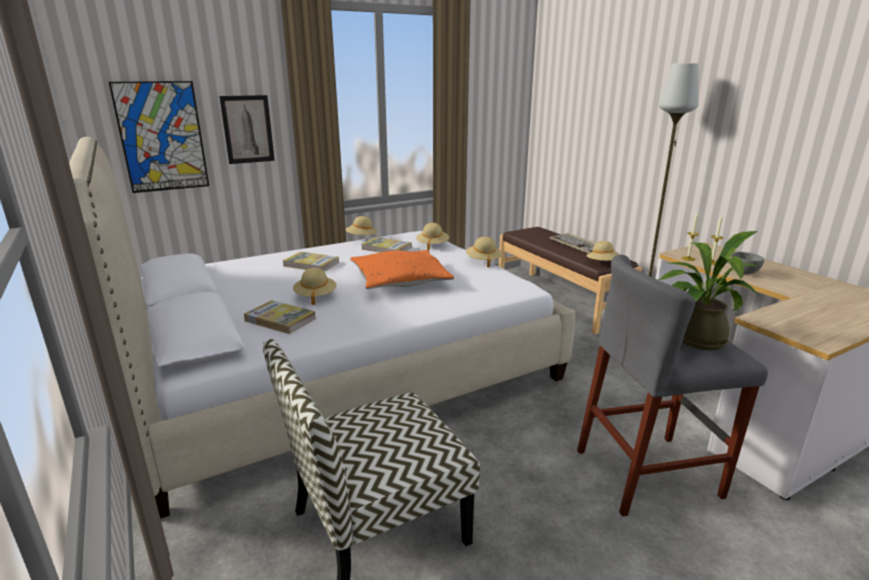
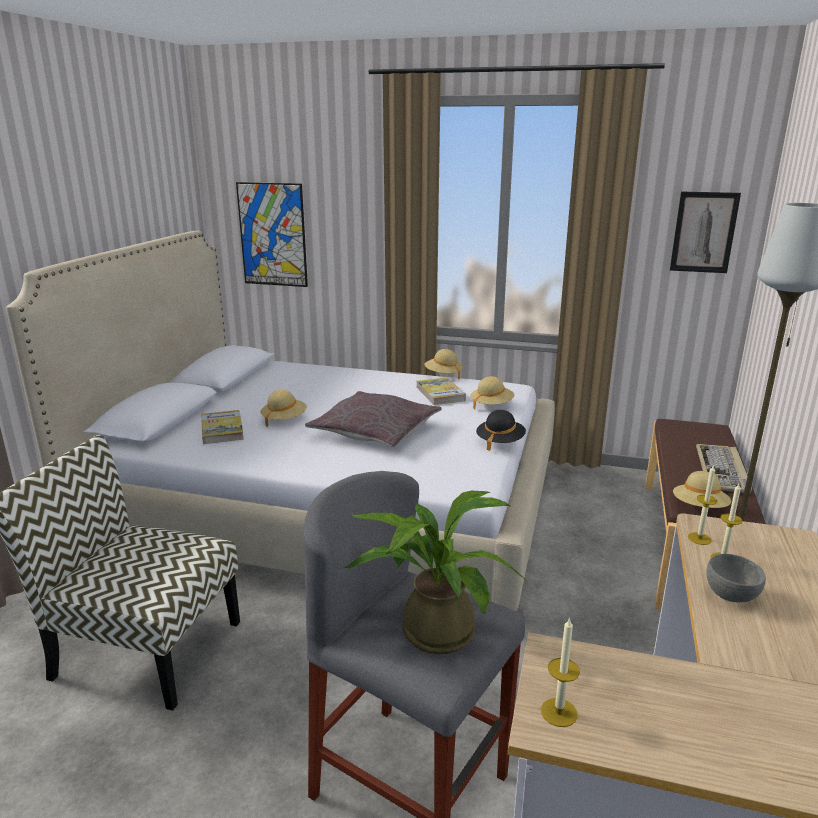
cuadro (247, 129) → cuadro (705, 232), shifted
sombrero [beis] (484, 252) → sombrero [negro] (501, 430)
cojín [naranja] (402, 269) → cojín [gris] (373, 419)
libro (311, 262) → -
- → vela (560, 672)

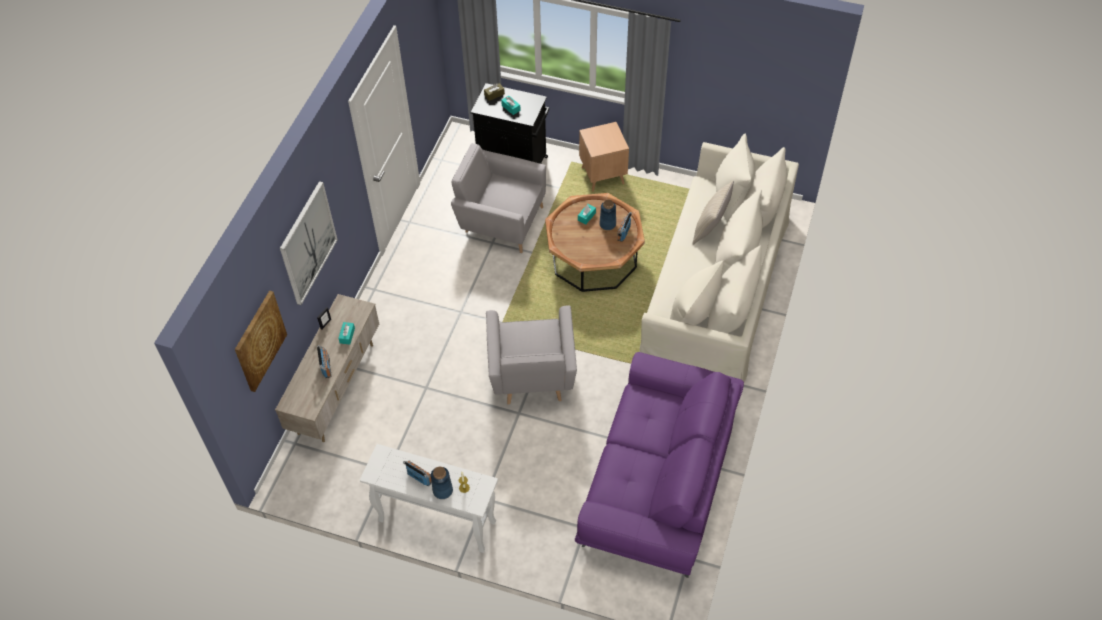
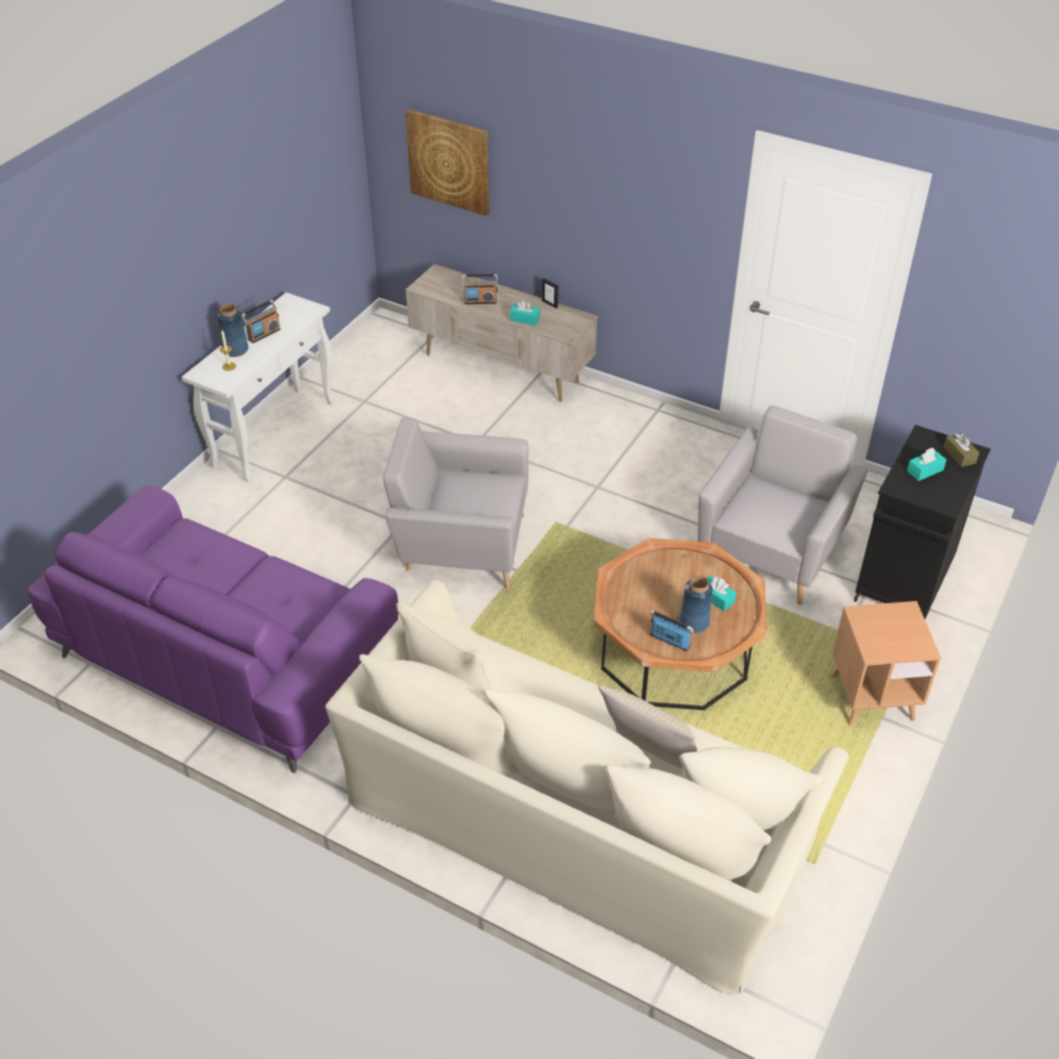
cuadro (309, 243) → -

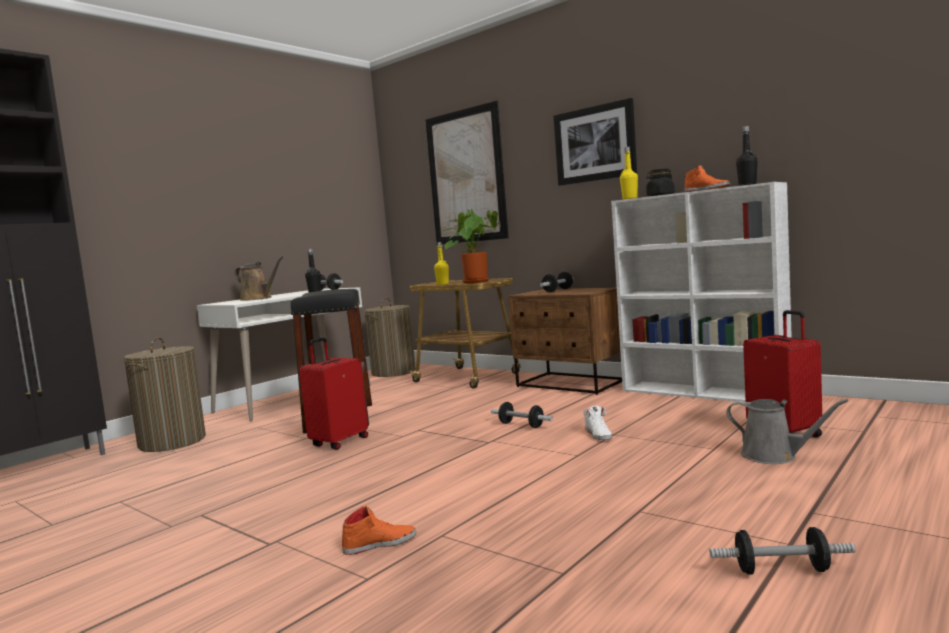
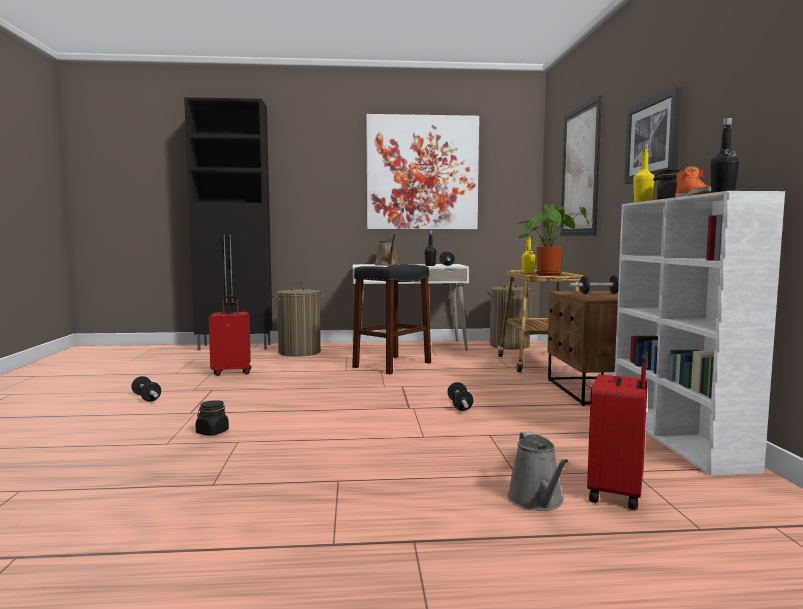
maleta [rojo] (333, 393) → maleta [rojo] (230, 336), shifted
zapato [blanco] (597, 423) → -
zapato [naranja] (379, 530) → tarro [negro] (212, 418)
mancuerna (782, 551) → mancuerna (146, 389), shifted
- → cuadro (422, 171)

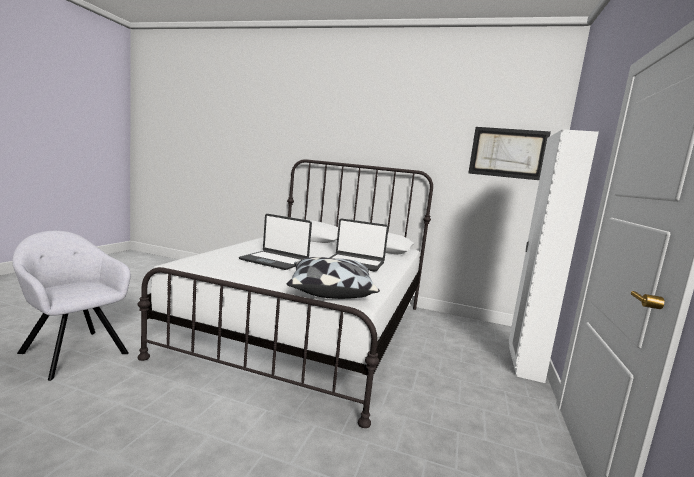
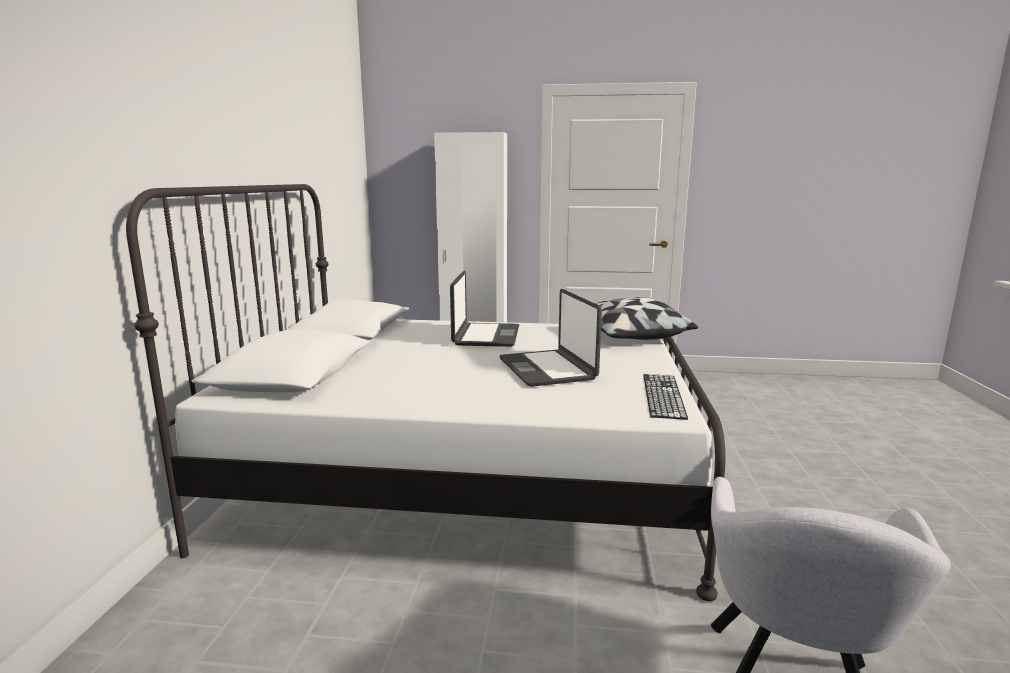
cuadro (509, 153) → -
portátil (275, 242) → portátil (551, 338), 150 degrees clockwise
- → teclado (665, 397)

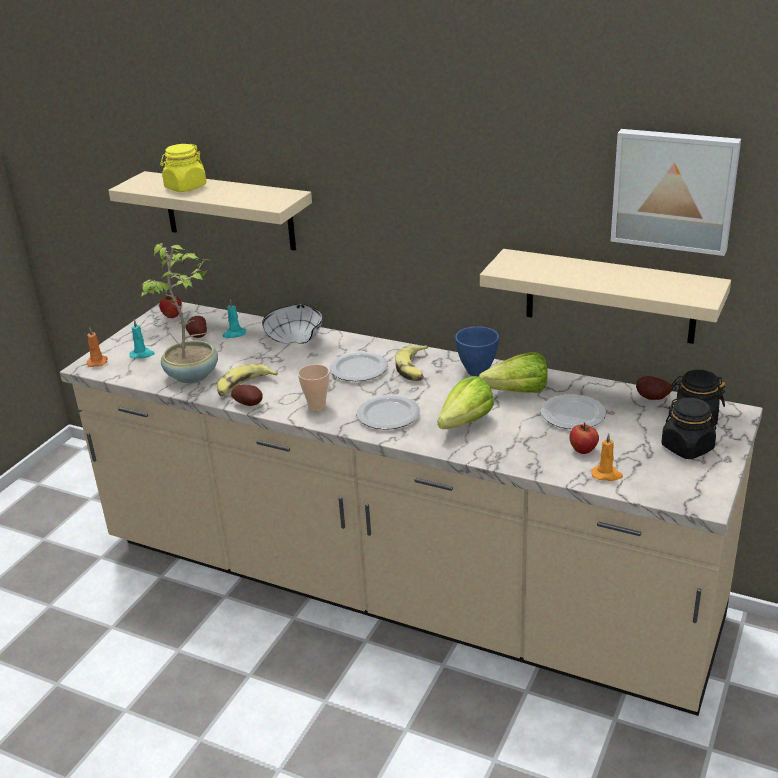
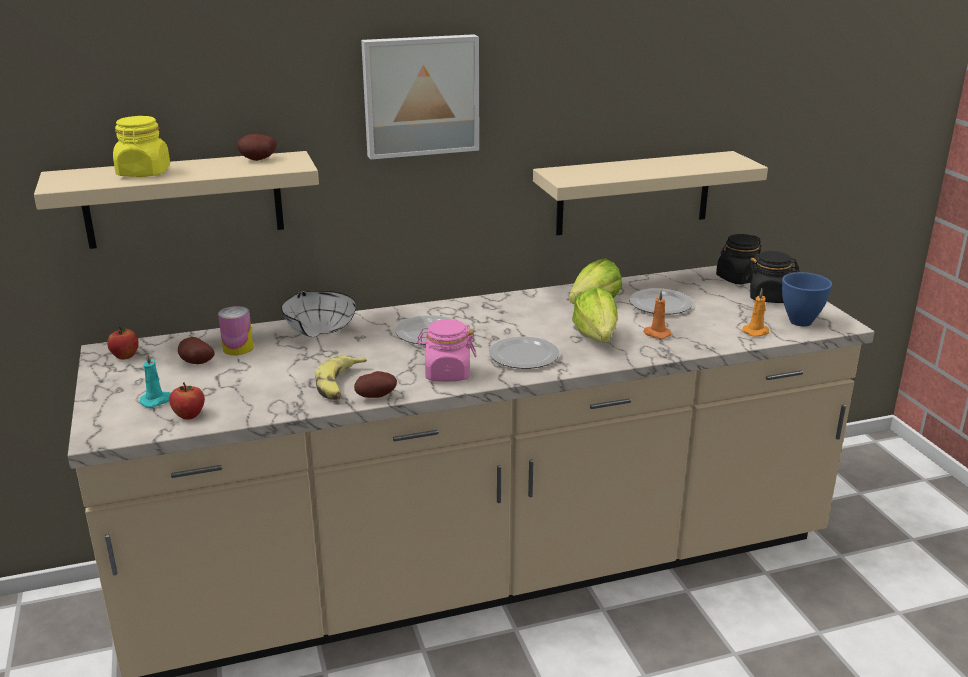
cuadro (676, 192) → cuadro (420, 97), shifted
planta en maceta (178, 313) → -
vela [turquesa] (234, 318) → lata (235, 330)
cuenco [azul] (477, 351) → cuenco [azul] (807, 299), shifted
vela [naranja] (97, 347) → vela [naranja] (657, 315), shifted
plátano (411, 363) → -
taza (314, 387) → tarro [rosa] (446, 350)
patata (654, 388) → patata (257, 147), shifted
manzana (584, 438) → manzana (187, 400), shifted

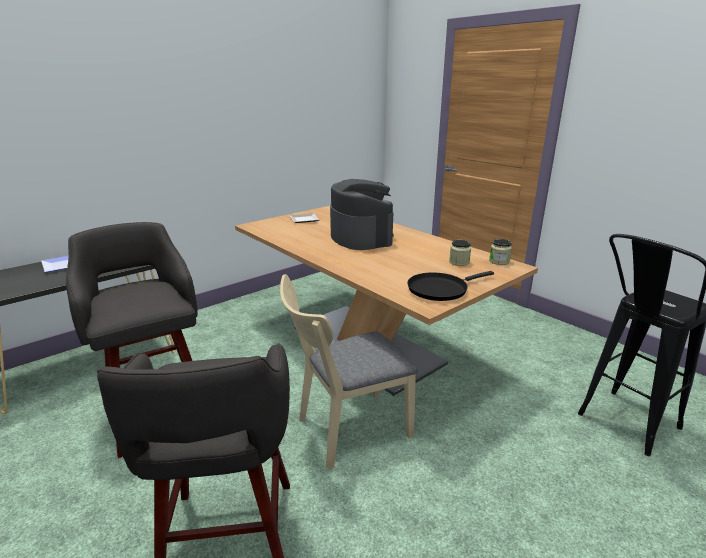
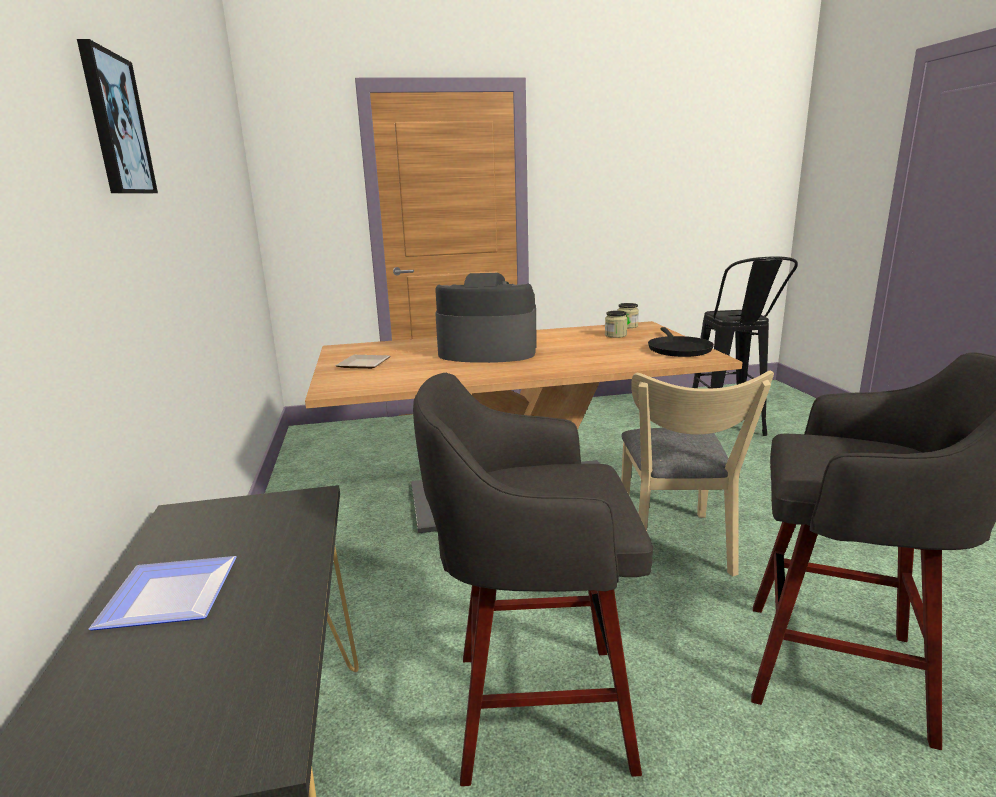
- → cuadro (117, 116)

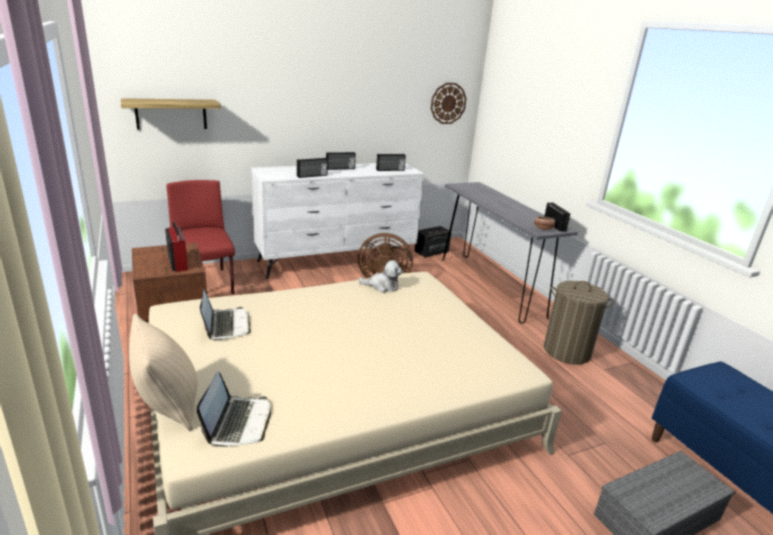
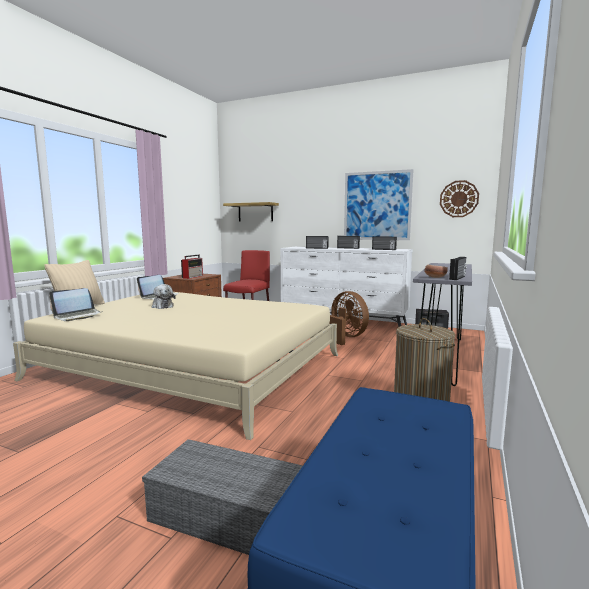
peluche (380, 276) → peluche (163, 296), shifted
- → cuadro (379, 204)

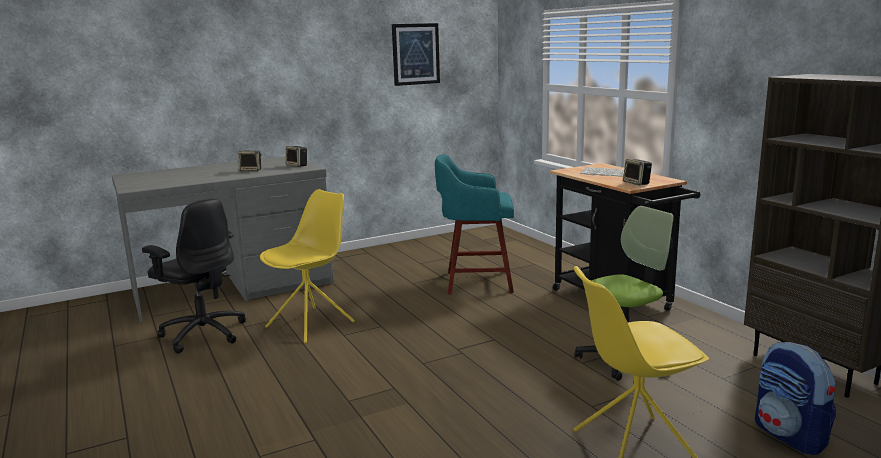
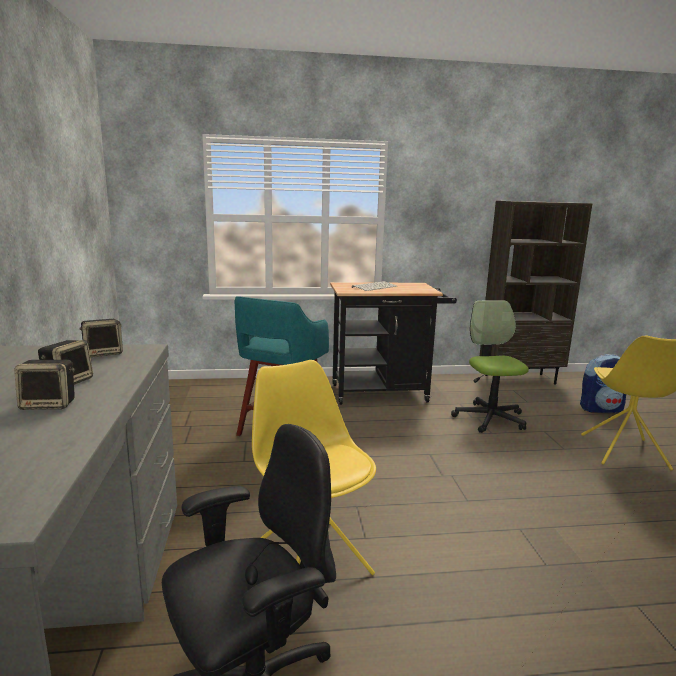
cuadro (416, 54) → -
altavoz (637, 172) → altavoz (44, 385), shifted

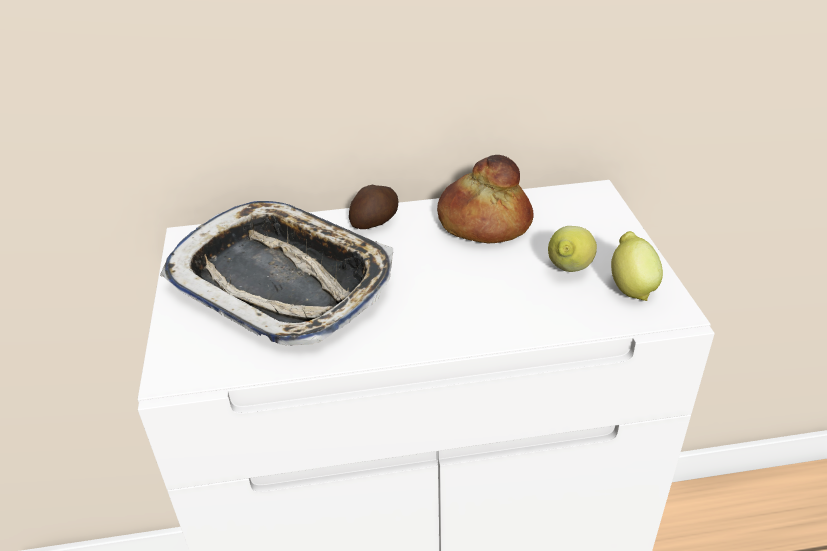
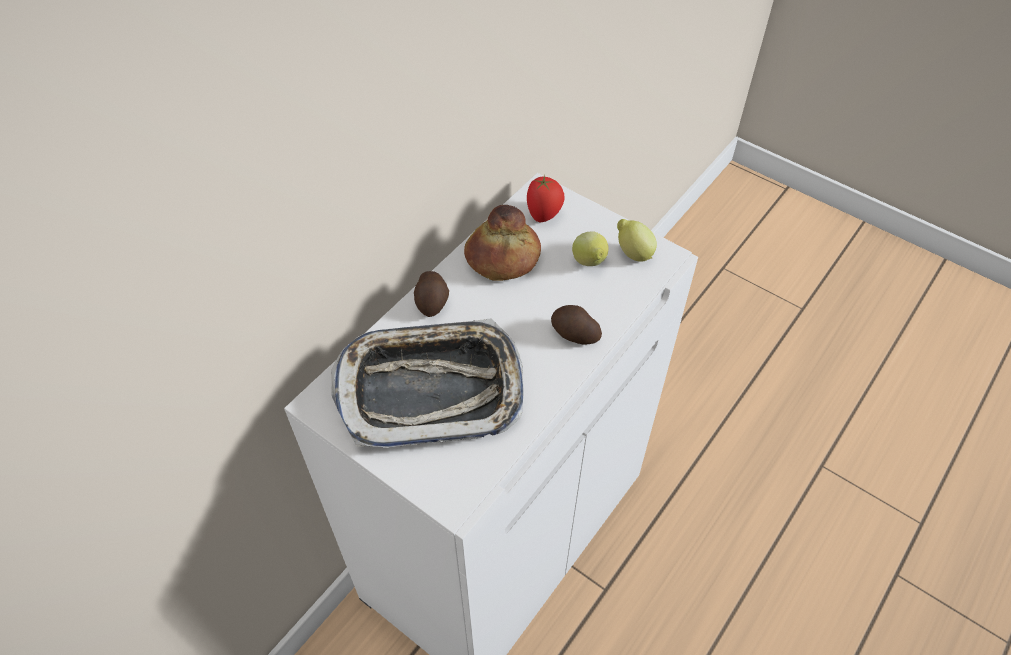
- → tomate (546, 198)
- → patata (576, 324)

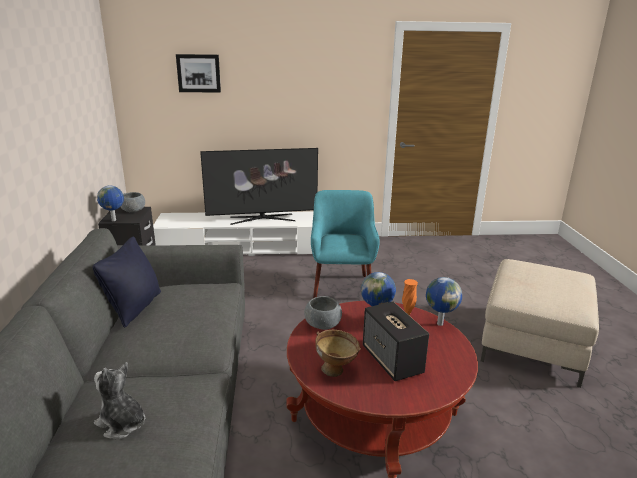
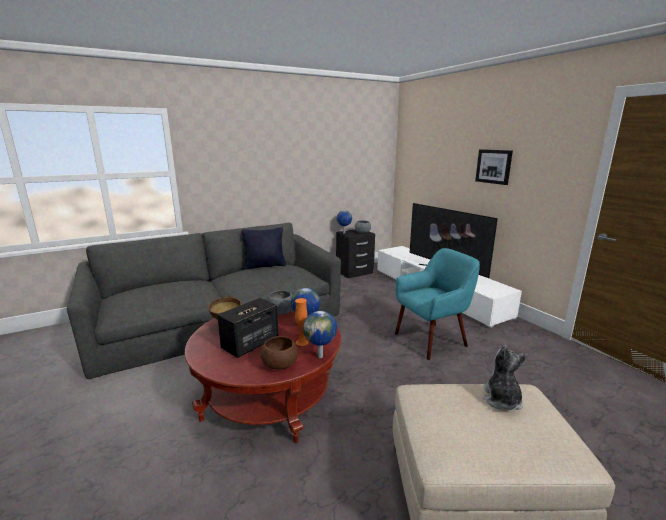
cuadro (198, 73) → cuadro (494, 167), shifted
peluche (119, 400) → peluche (505, 377), shifted
- → cuenco [marrón] (279, 352)

